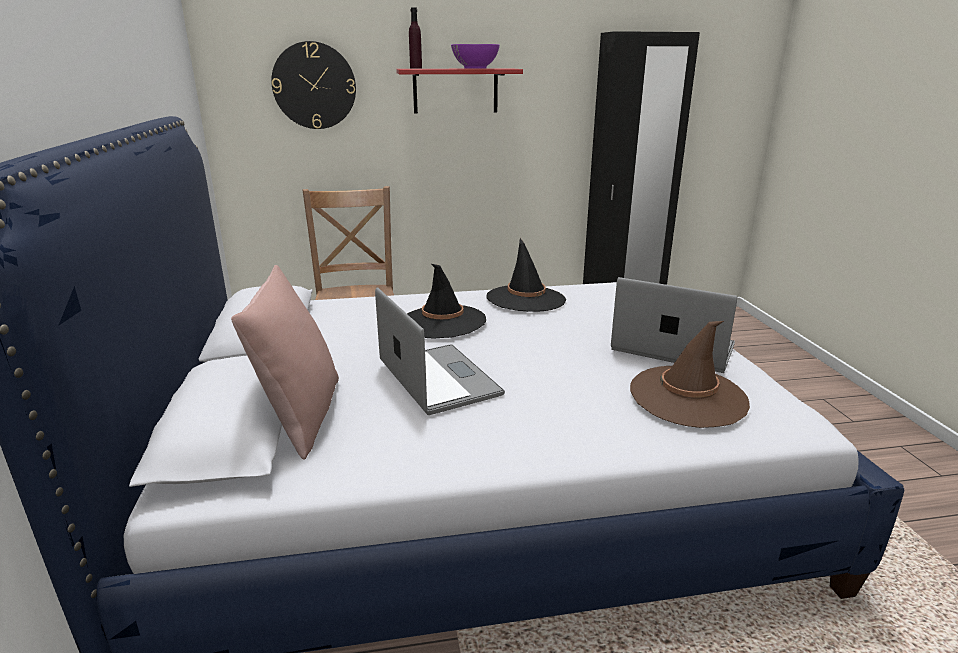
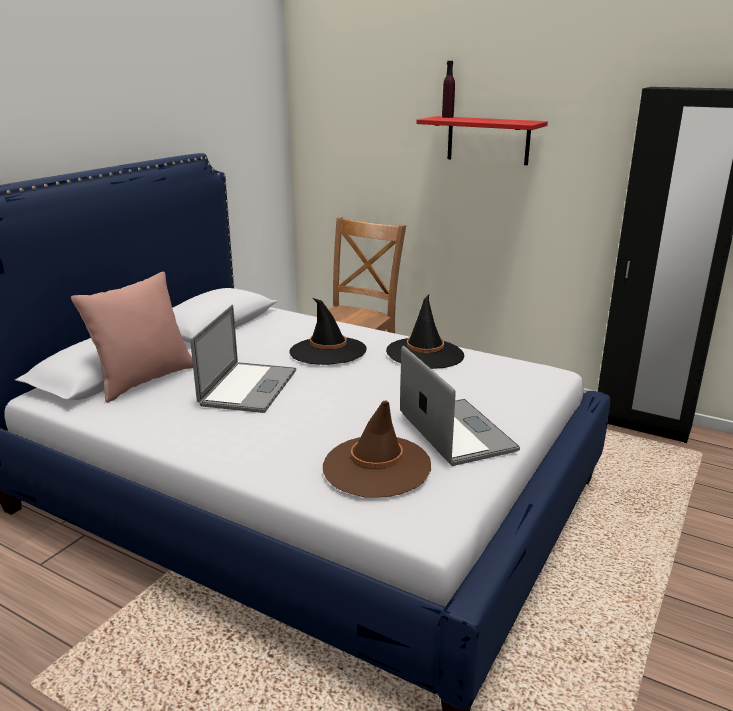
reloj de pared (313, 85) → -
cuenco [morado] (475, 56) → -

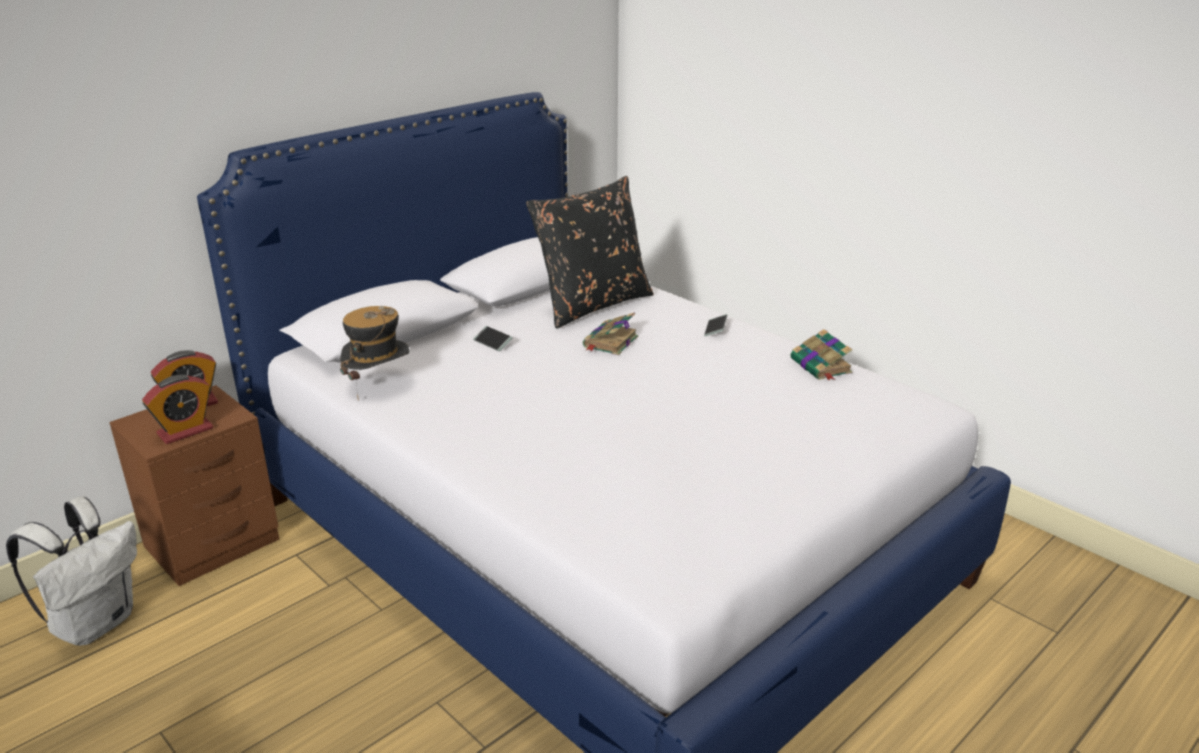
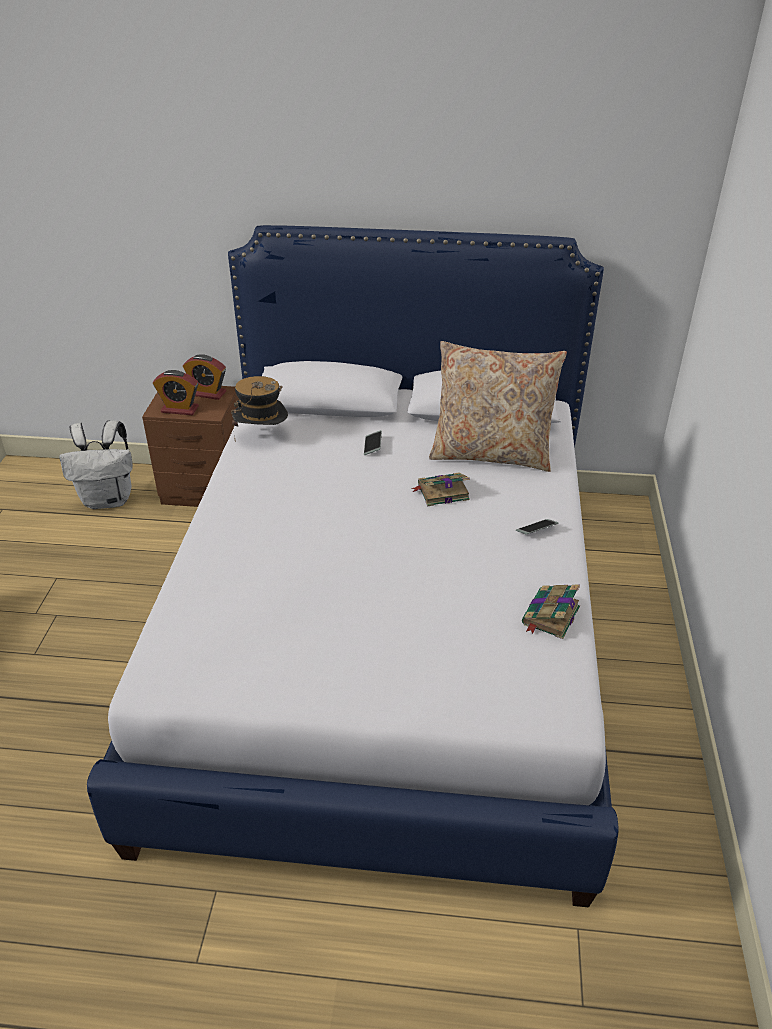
cojín [negro] (590, 252) → cojín [beis] (498, 406)

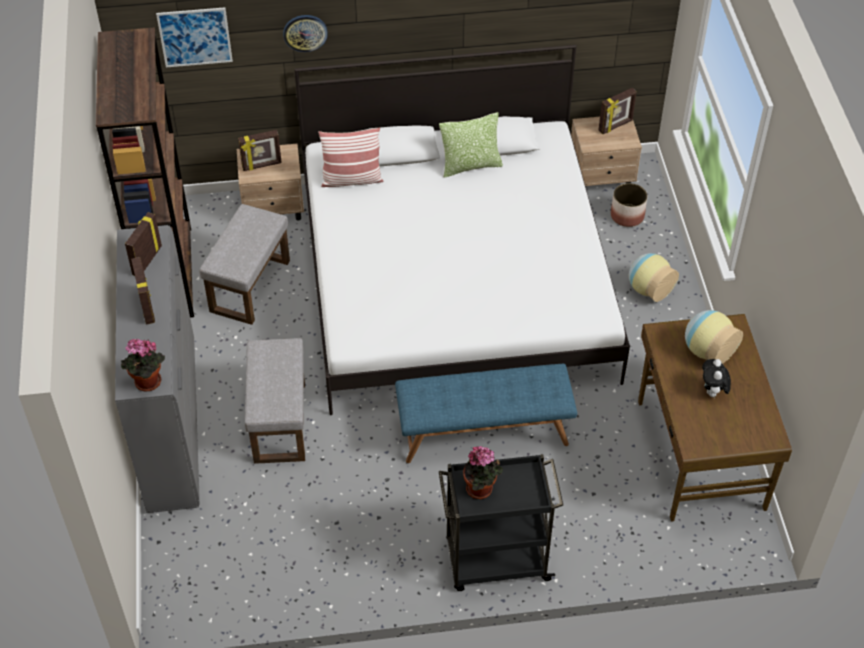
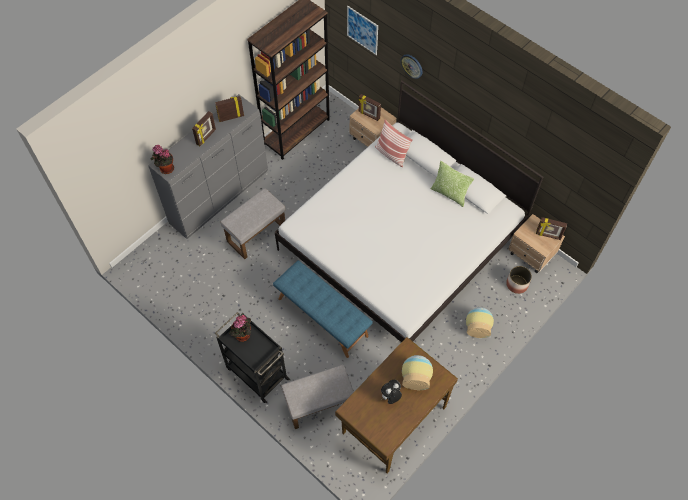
puf [gris] (244, 264) → puf [gris] (317, 397), shifted

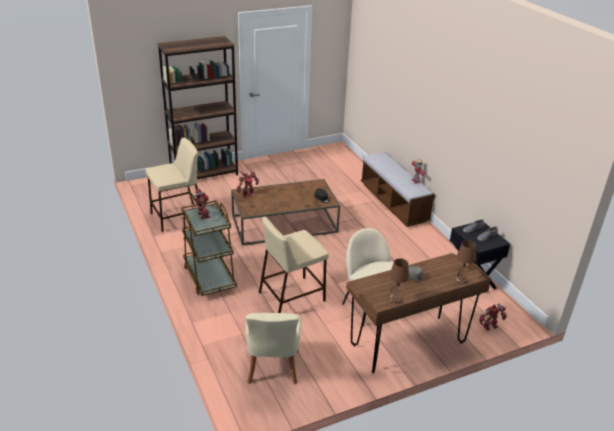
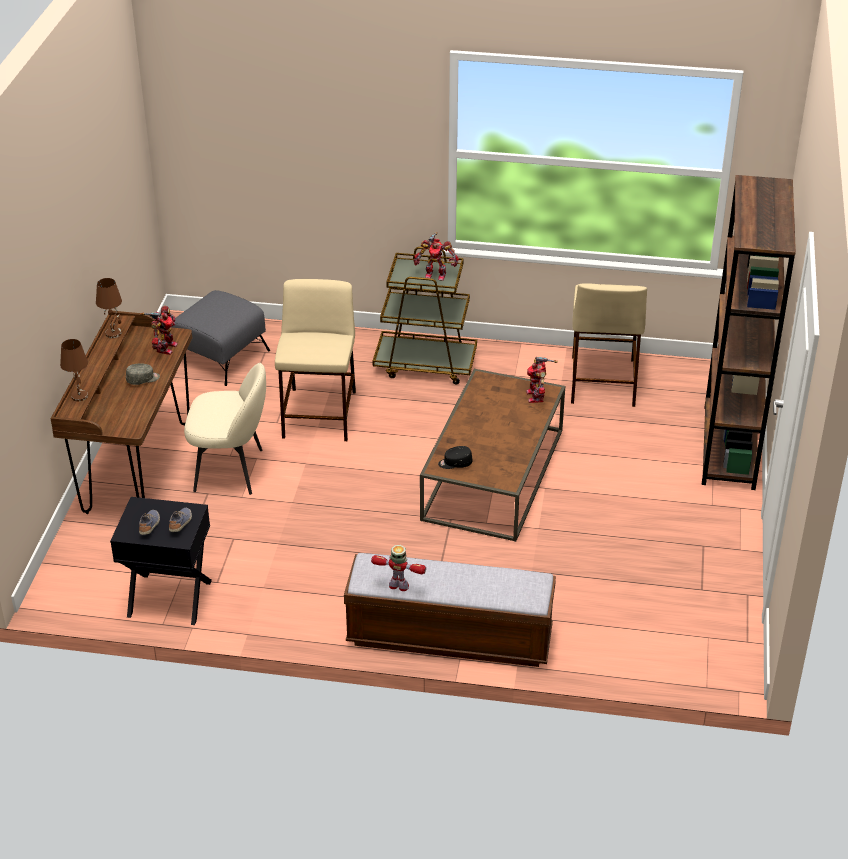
robot de juguete (493, 316) → robot de juguete (159, 330), shifted
silla [beis] (273, 348) → puf [gris] (221, 338)

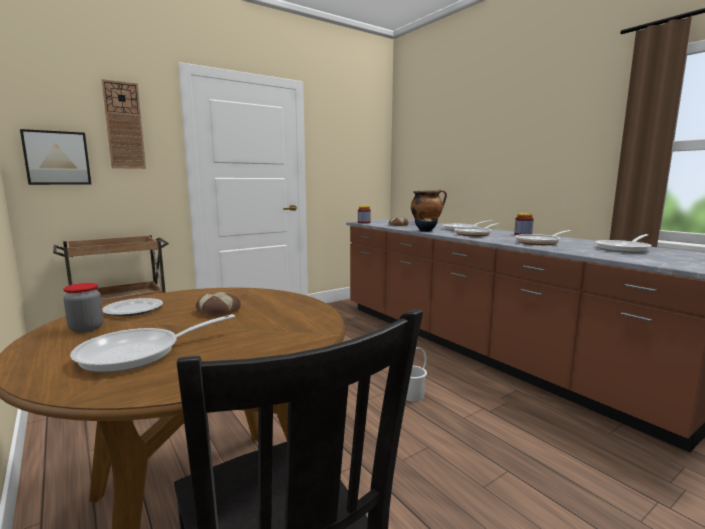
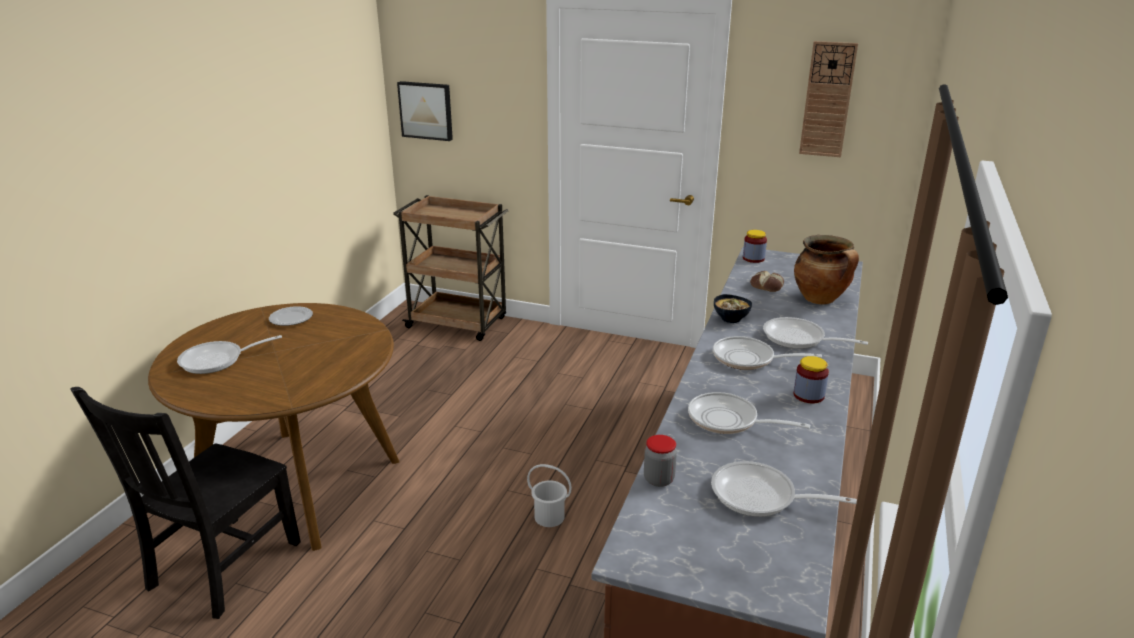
reloj de pared (124, 124) → reloj de pared (828, 99), shifted
tarro (83, 308) → tarro (660, 461), shifted
pan (218, 304) → -
sartén (152, 343) → sartén (229, 354), 45 degrees counterclockwise

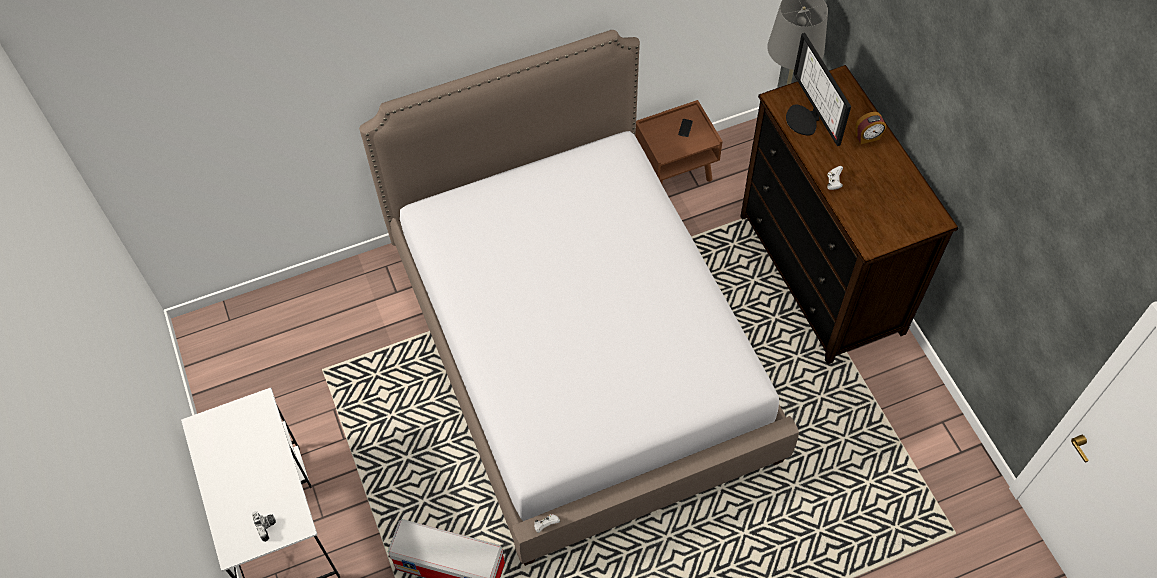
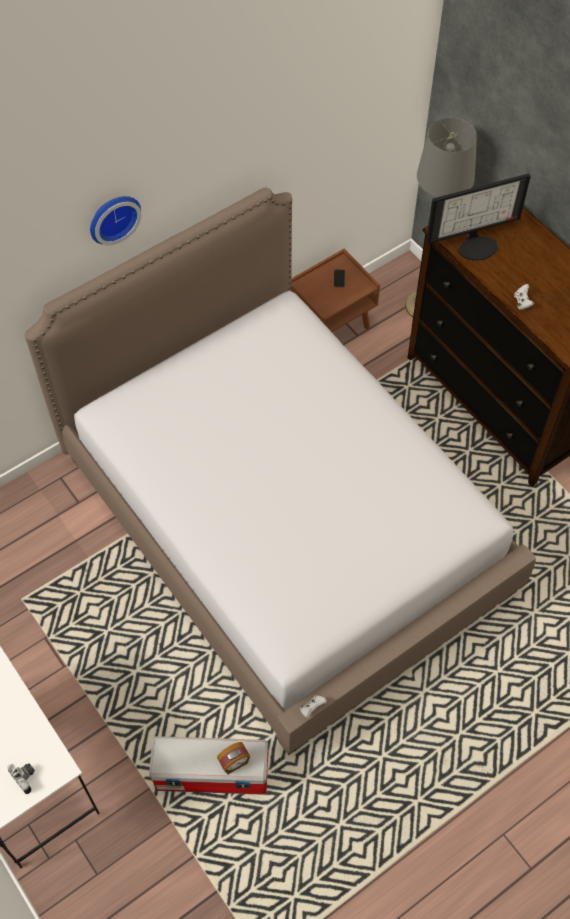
monitor (818, 89) → monitor (478, 217), 75 degrees counterclockwise
despertador (870, 128) → despertador (233, 758), shifted
- → reloj de pared (115, 220)

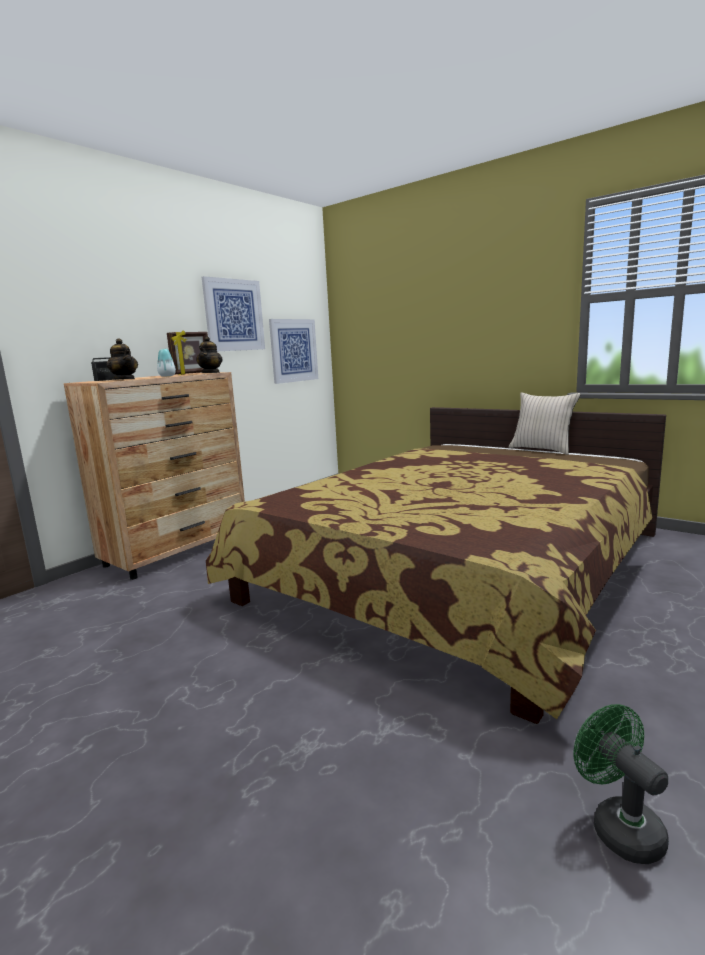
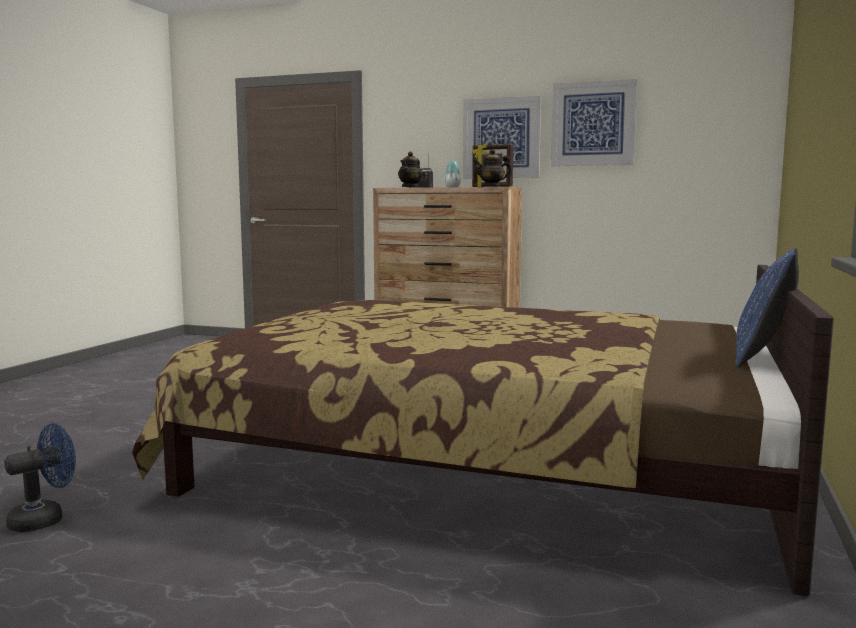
cuadro (293, 351) → cuadro (502, 137), shifted
cojín [beis] (545, 423) → cojín [azul] (767, 308)
ventilador [verde] (621, 784) → ventilador [azul] (40, 478)

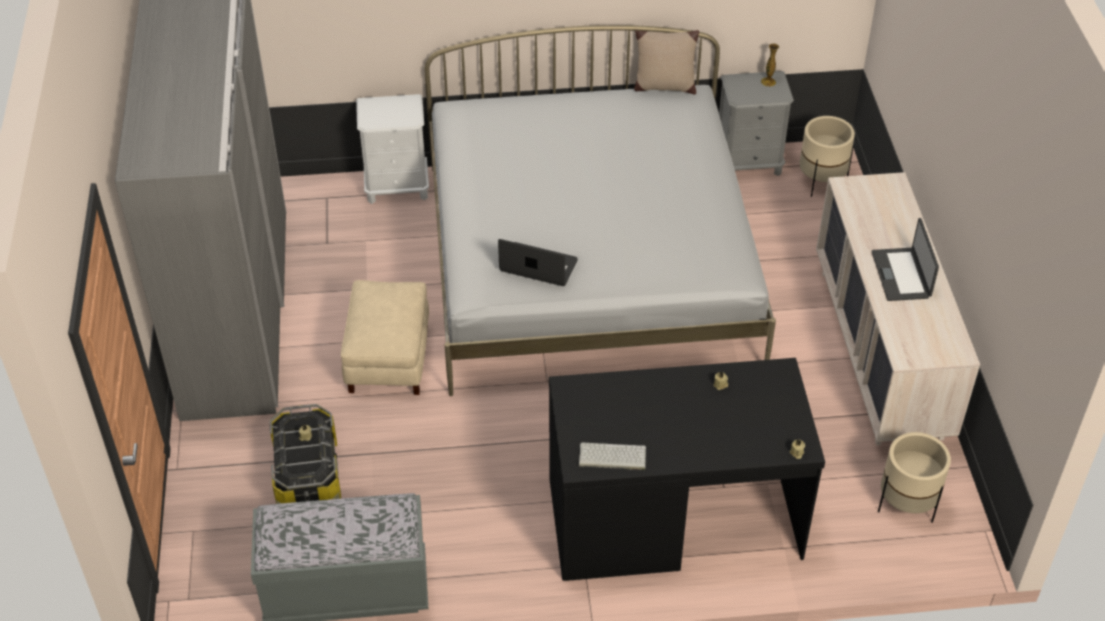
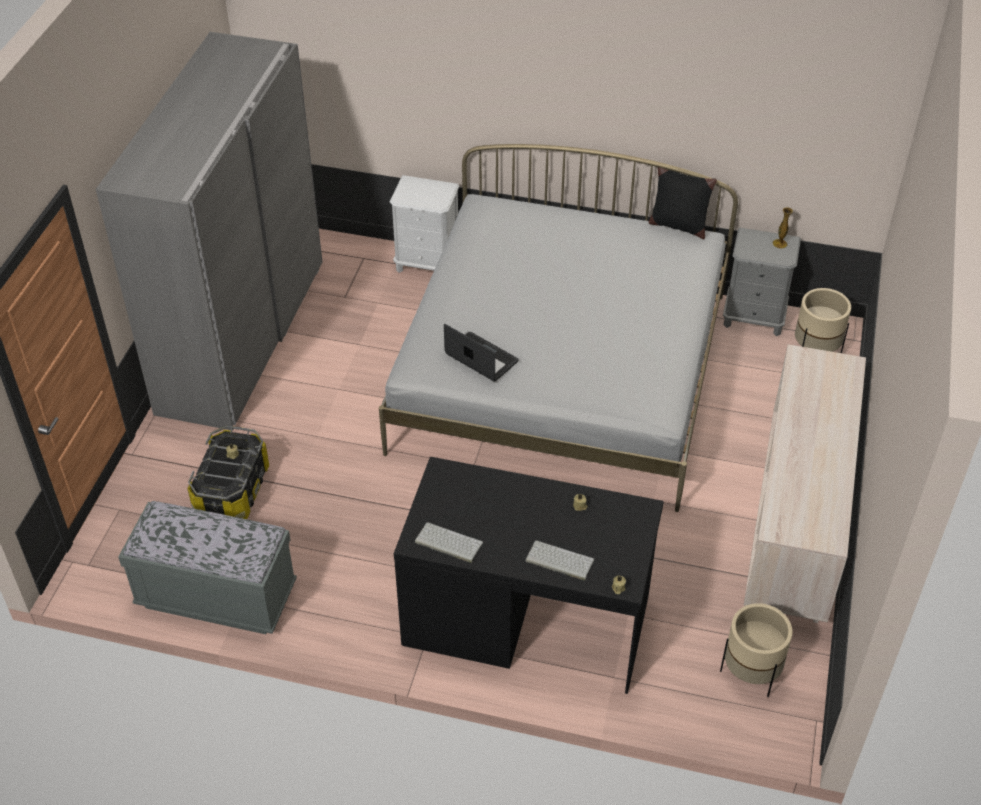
cojín [beis] (666, 62) → cojín [negro] (683, 203)
portátil (905, 259) → -
puf [beis] (385, 337) → -
- → teclado (560, 561)

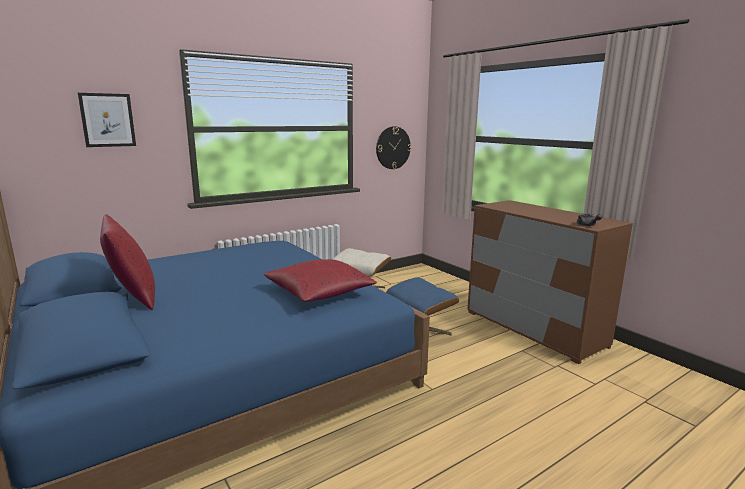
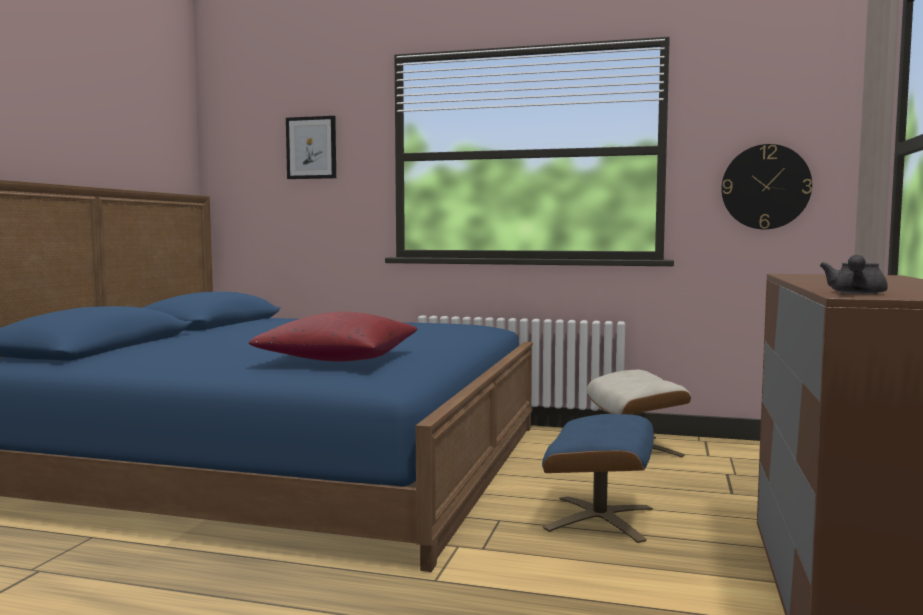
cojín [rojo] (127, 262) → -

